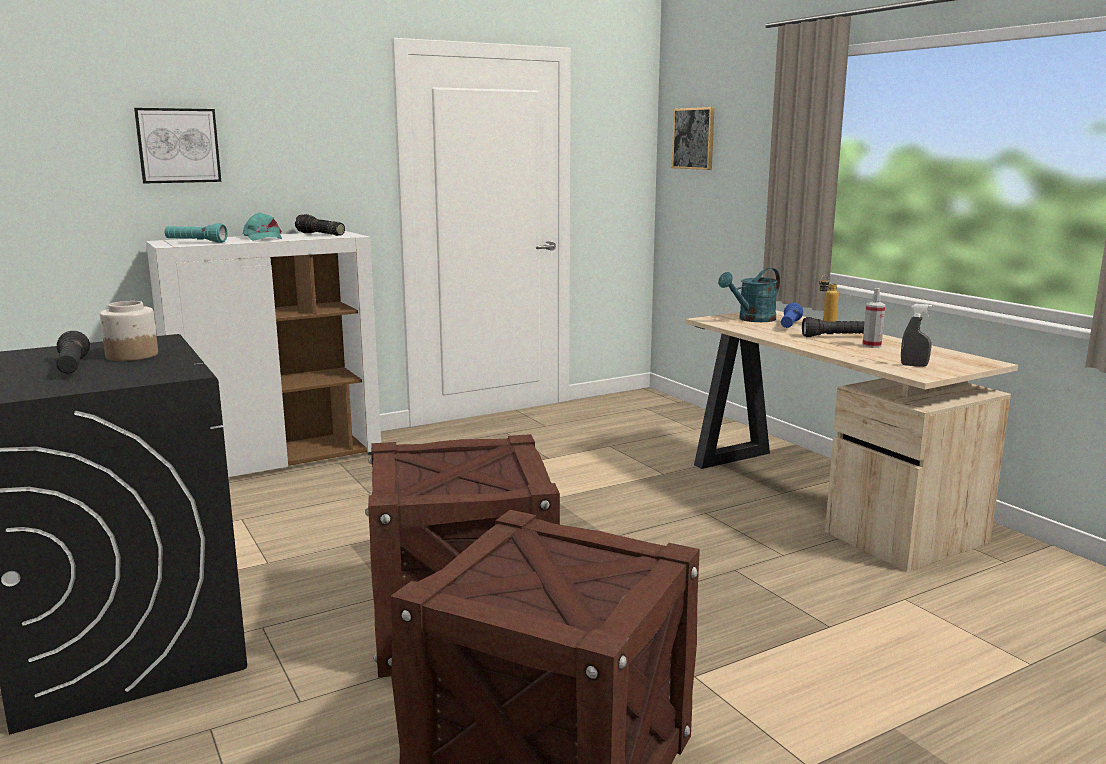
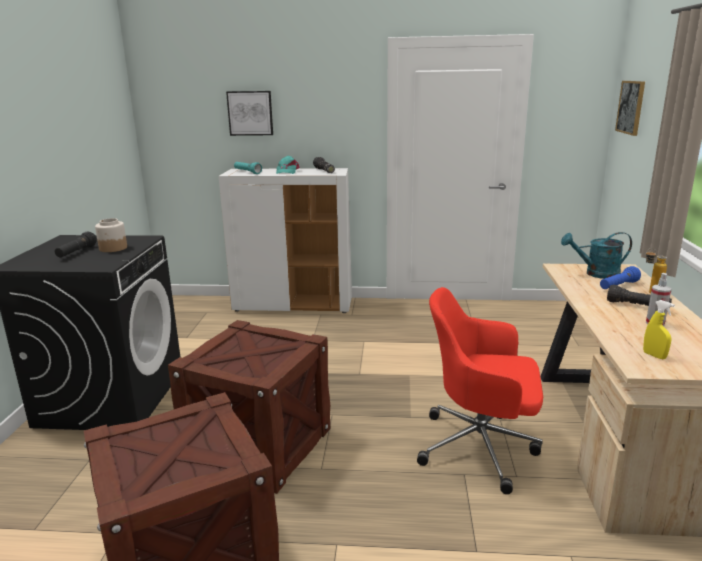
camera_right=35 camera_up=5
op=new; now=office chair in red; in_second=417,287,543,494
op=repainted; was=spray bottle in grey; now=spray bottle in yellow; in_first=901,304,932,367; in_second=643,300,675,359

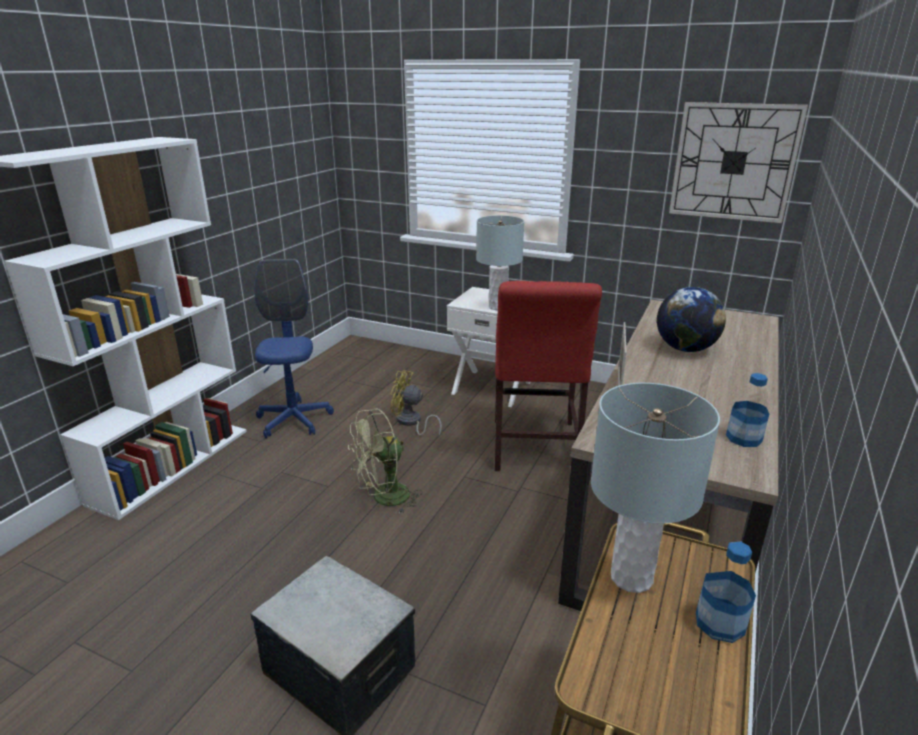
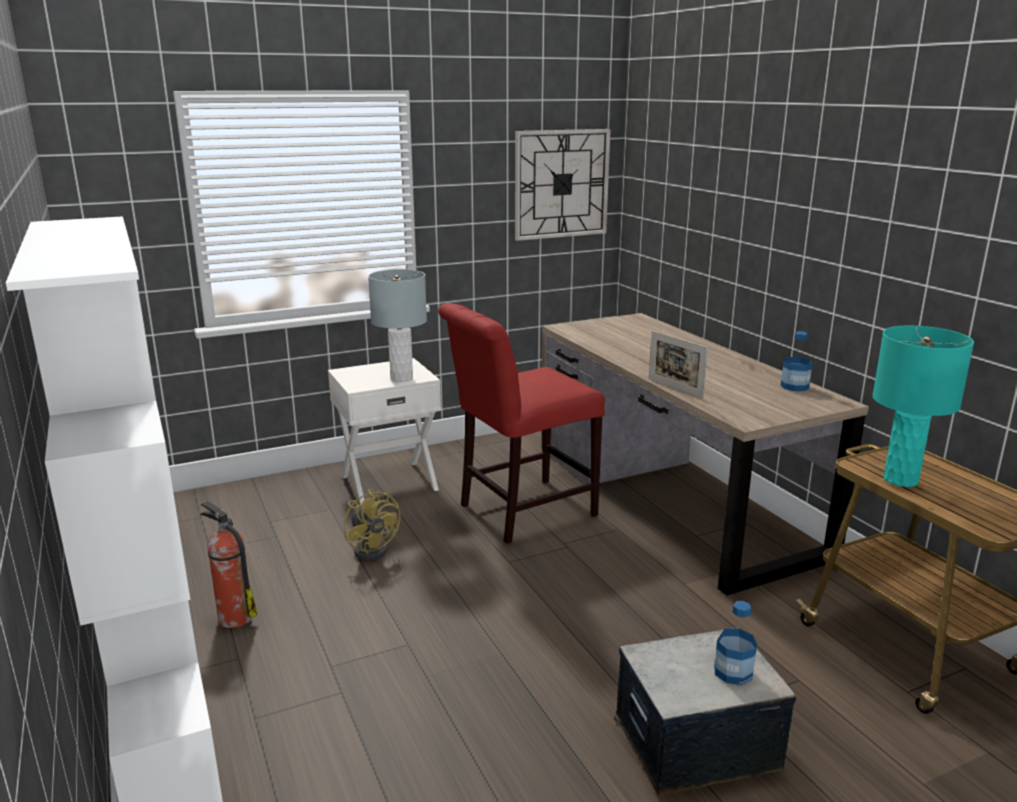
camera_right=-50 camera_up=-5
op=swapped; was=office chair in blue; now=fire extinguisher; in_first=254,259,334,438; in_second=201,501,257,628
op=rotated; was=fan in yellow; in_first=391,370,442,437; in_second=344,489,401,561; clockwise=-90
op=rotated; was=chair in red; in_first=495,281,602,471; in_second=438,303,605,544; clockwise=105
op=shifted; was=bottle; in_first=696,542,756,643; in_second=714,601,757,685
op=repainted; was=table lamp in grey; now=table lamp in turquoise; in_first=591,383,720,593; in_second=872,326,974,487
op=gone; was=fan in green; in_first=348,409,422,514
op=gone; was=globe; in_first=657,287,726,352

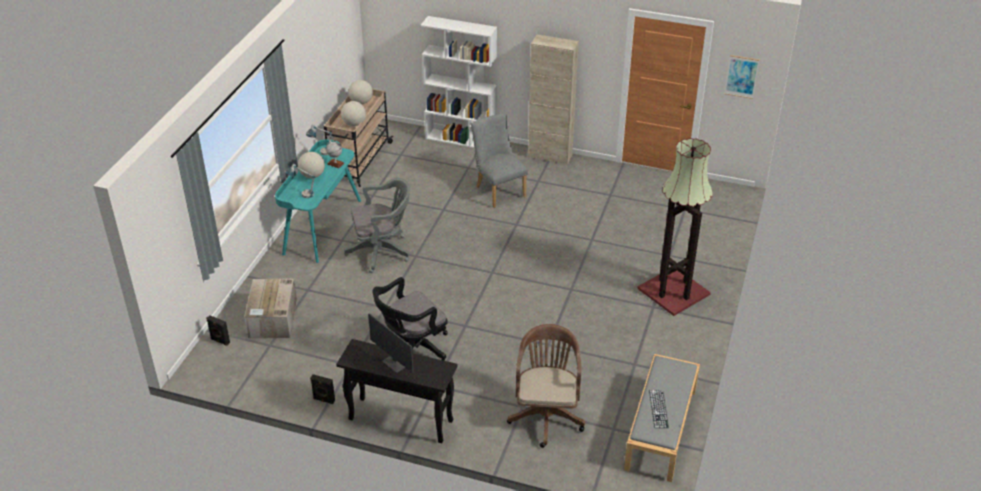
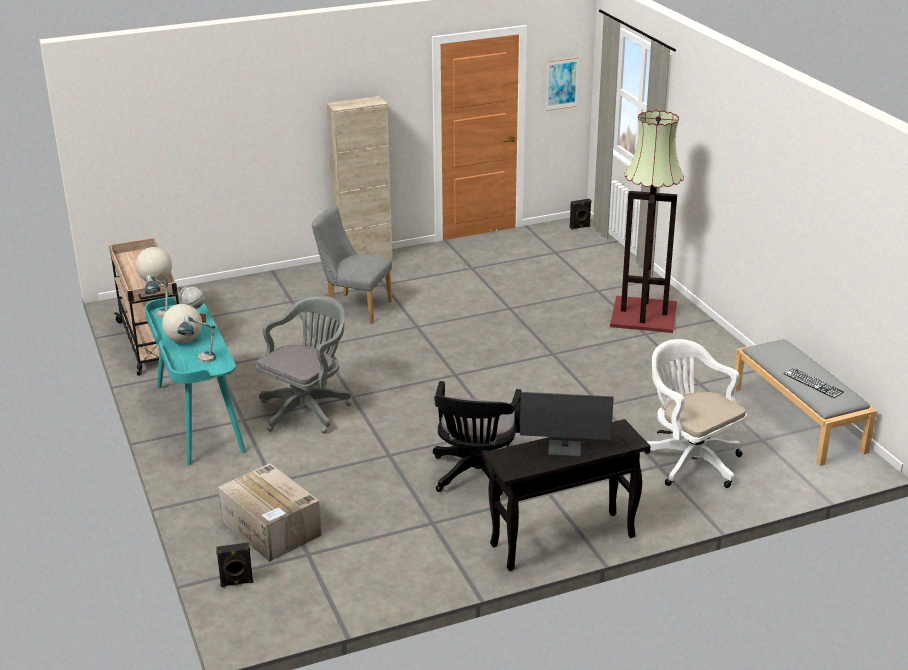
camera_right=-40 camera_up=-10
op=shifted; was=speaker in black; in_first=310,374,335,404; in_second=570,199,592,230
op=repainted; was=office chair in brown; now=office chair in white; in_first=507,324,585,448; in_second=644,339,747,488
op=gone; was=globe; in_first=348,80,373,104
op=gone; was=bookcase in white; in_first=421,16,497,148

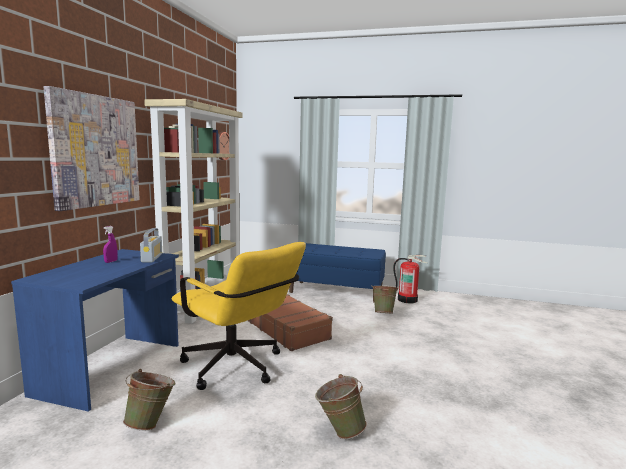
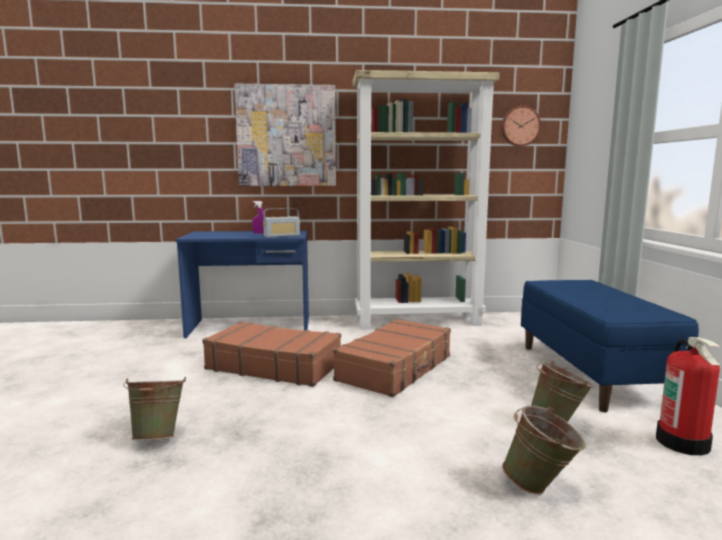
camera_right=70 camera_up=0
op=swapped; was=office chair in yellow; now=suitcase in brown; in_first=171,242,306,390; in_second=202,321,341,387
op=shifted; was=bucket in green; in_first=123,369,176,430; in_second=502,405,586,495

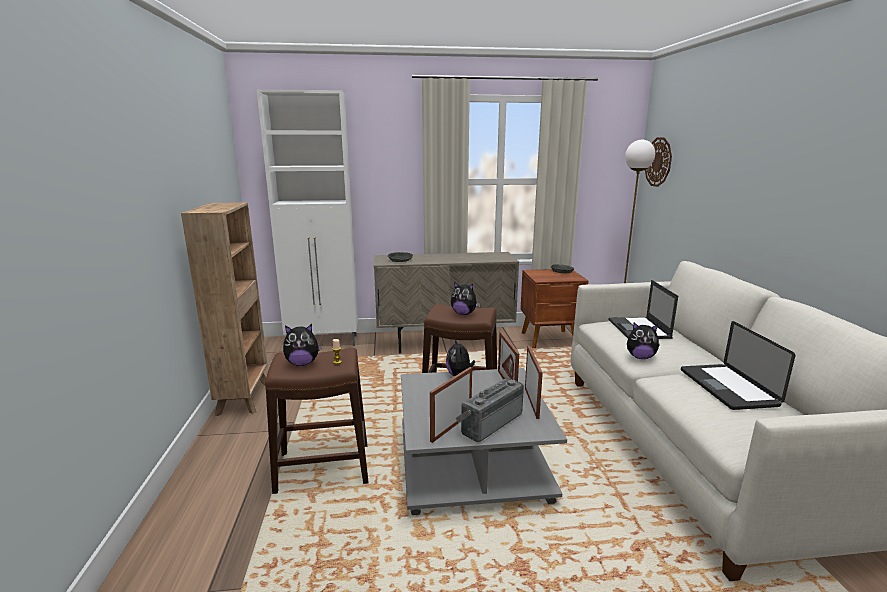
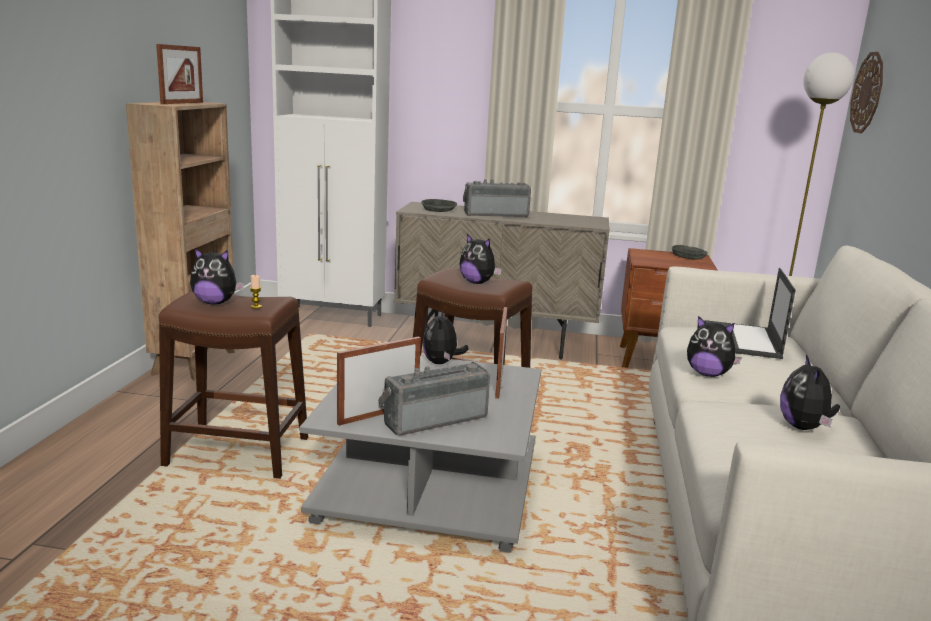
camera_right=15 camera_up=0
op=shifted; was=picture frame; in_first=525,346,543,419; in_second=156,44,203,104
op=new; now=radio; in_second=463,179,531,217
op=swapped; was=laptop; now=plush toy; in_first=681,321,795,410; in_second=780,354,840,430

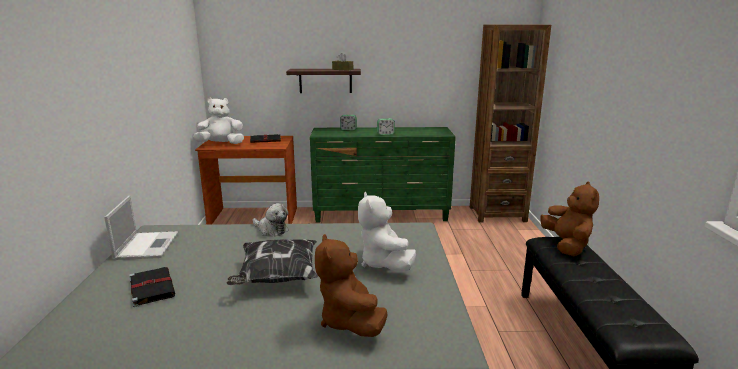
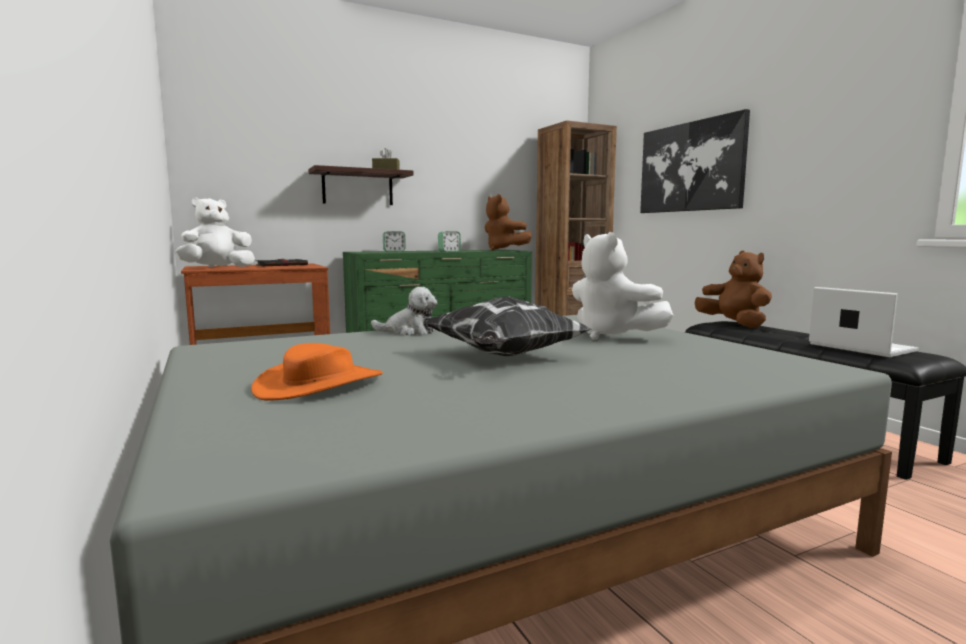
camera_right=-25 camera_up=-10
op=swapped; was=book in black; now=hat in orange; in_first=129,267,175,307; in_second=251,343,383,401
op=shifted; was=plush toy in brown; in_first=315,234,387,337; in_second=485,194,531,251
op=new; now=picture; in_second=640,109,750,213
op=shifted; was=laptop; in_first=104,196,178,260; in_second=809,287,919,357

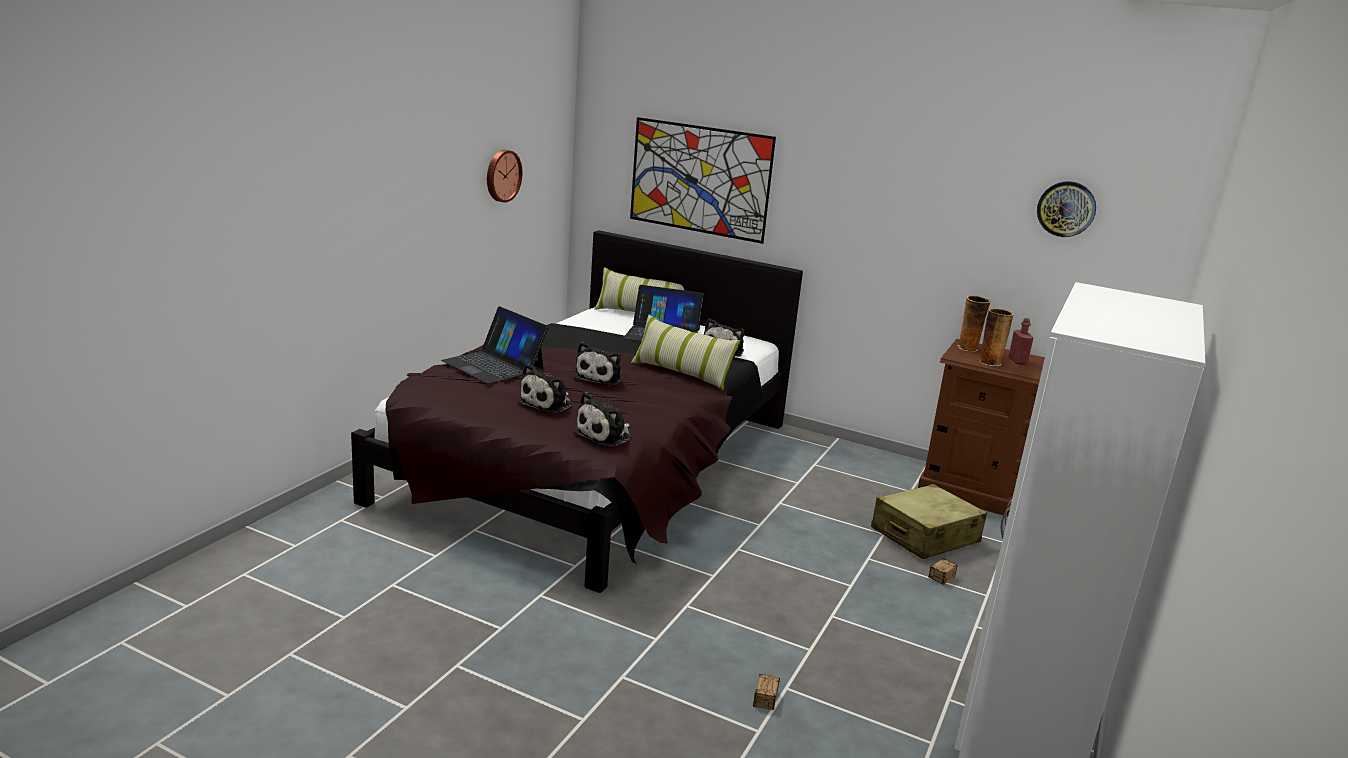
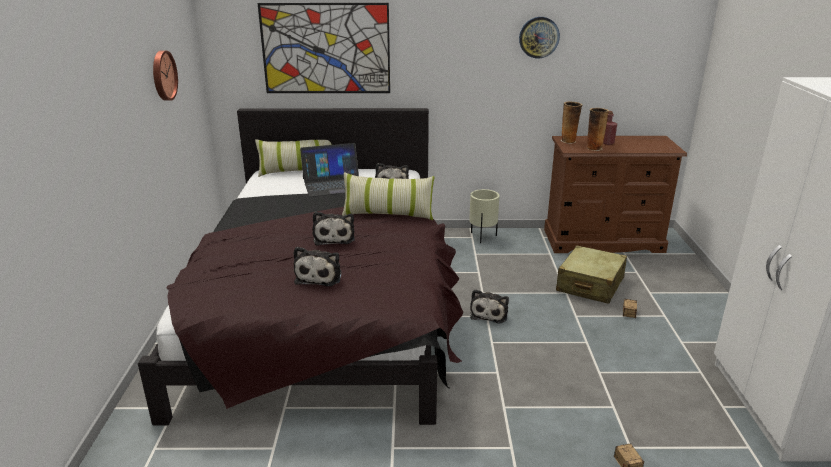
camera_right=-25 camera_up=5
op=new; now=planter in beige; in_second=469,189,500,243
op=shifted; was=plush toy; in_first=573,392,631,446; in_second=470,289,509,323
op=shifted; was=wall clock; in_first=1037,181,1096,237; in_second=519,17,560,58
op=gone; was=laptop; in_first=441,306,549,384

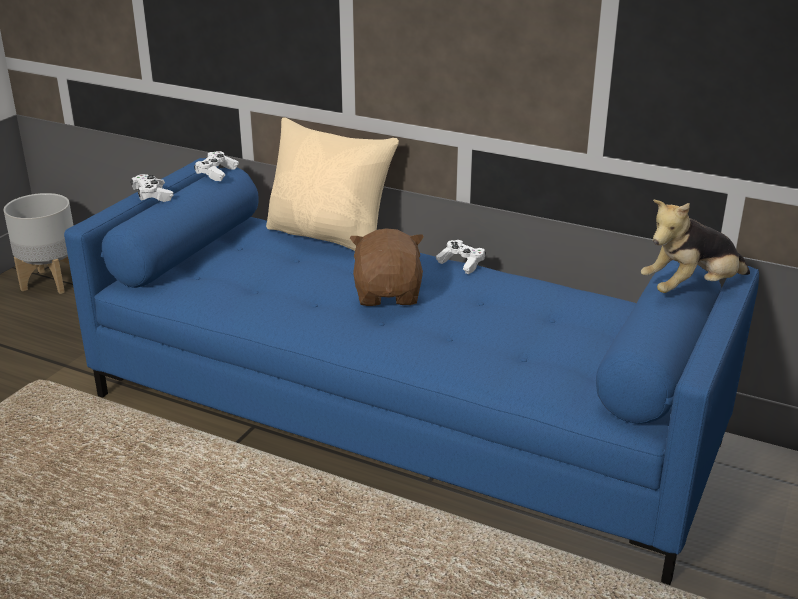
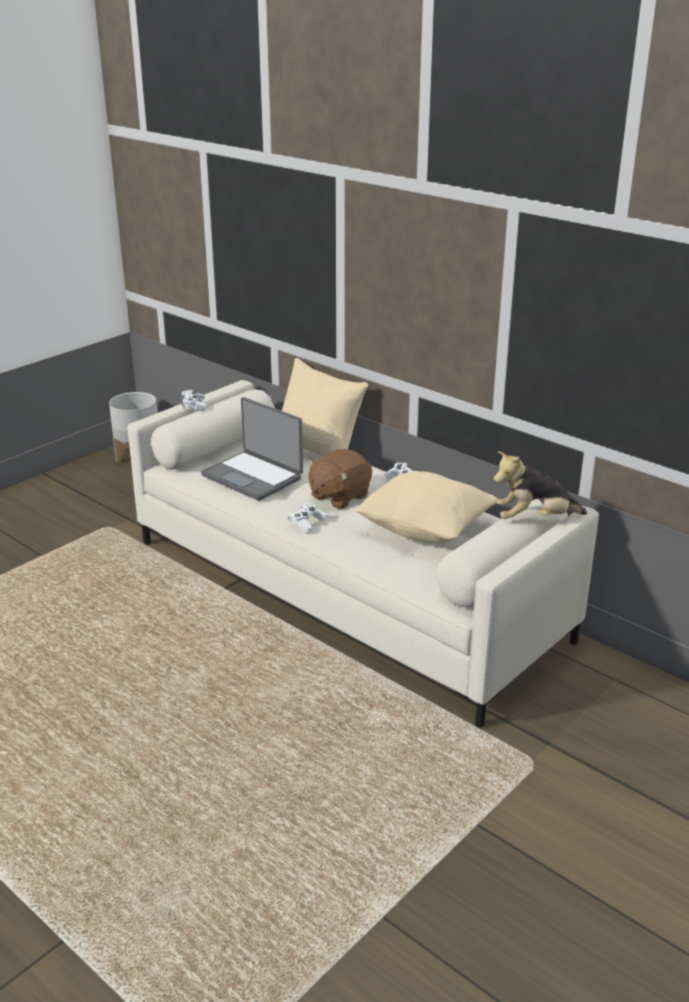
camera_right=15 camera_up=0
op=repainted; was=sofa in blue; now=sofa in beige; in_first=64,158,759,585; in_second=127,380,599,728
op=new; now=laptop; in_second=201,397,303,501
op=shifted; was=game controller in white; in_first=194,151,239,181; in_second=288,503,327,533
op=rotated; was=plush toy in brown; in_first=350,228,424,306; in_second=308,449,372,509; clockwise=-150
op=new; now=pillow in beige; in_second=354,471,499,543

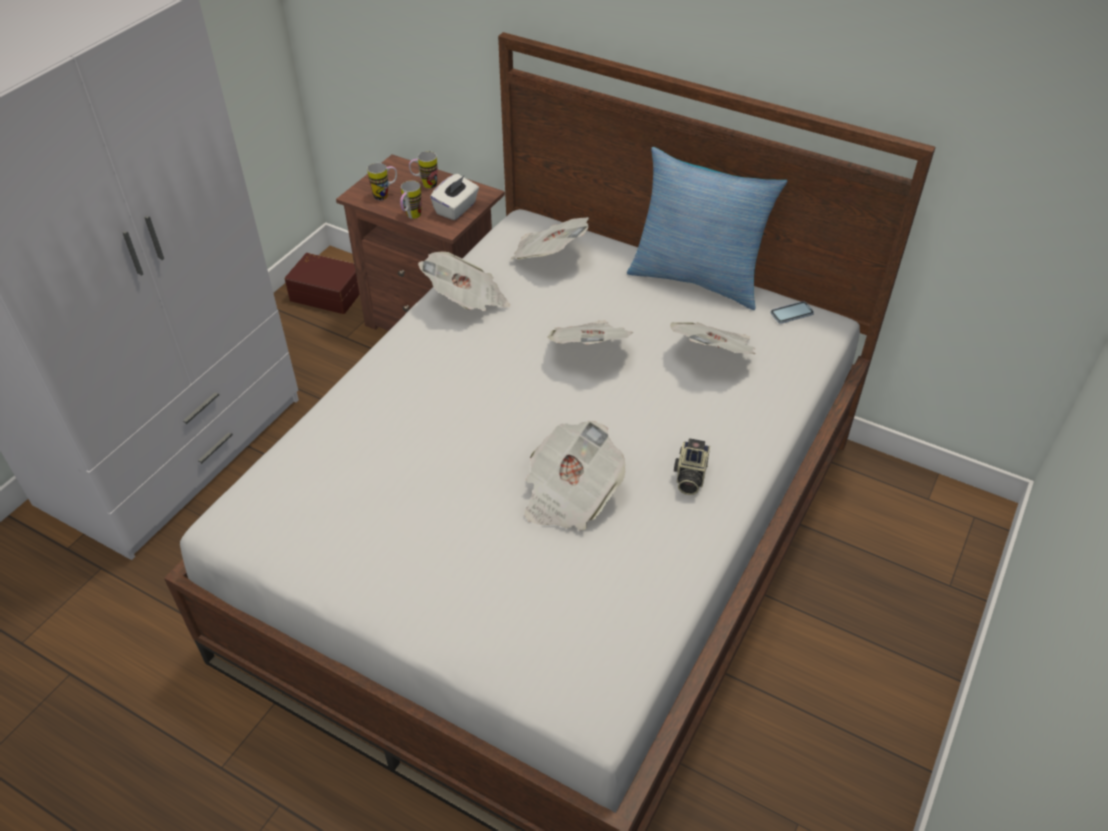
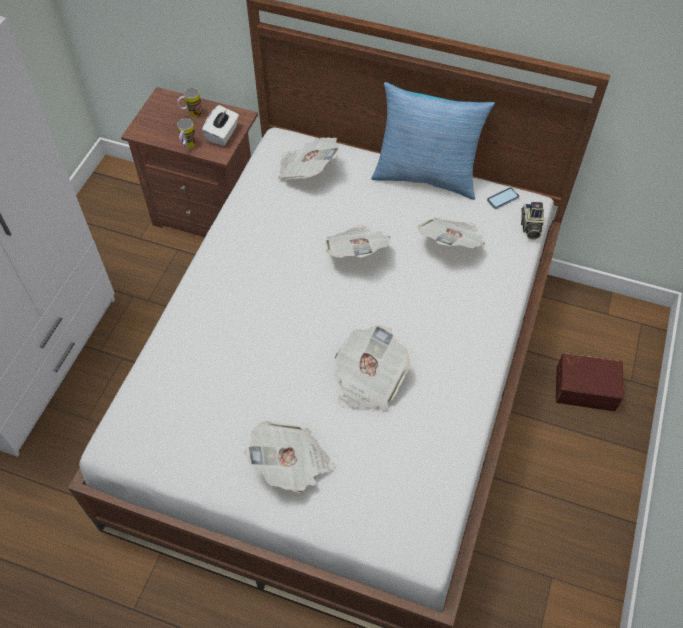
camera_right=-10 camera_up=10
op=shifted; was=newspaper; in_first=418,252,511,311; in_second=245,421,334,493
op=shifted; was=photo camera; in_first=674,438,710,495; in_second=521,202,544,240
op=shifted; was=storage box in brown; in_first=285,253,360,314; in_second=556,353,624,411
op=gone; was=mug; in_first=367,163,397,200

